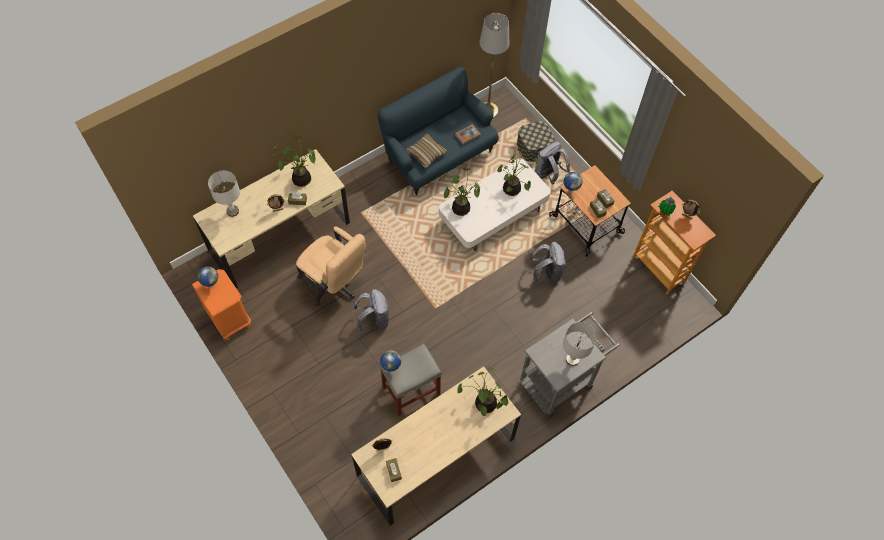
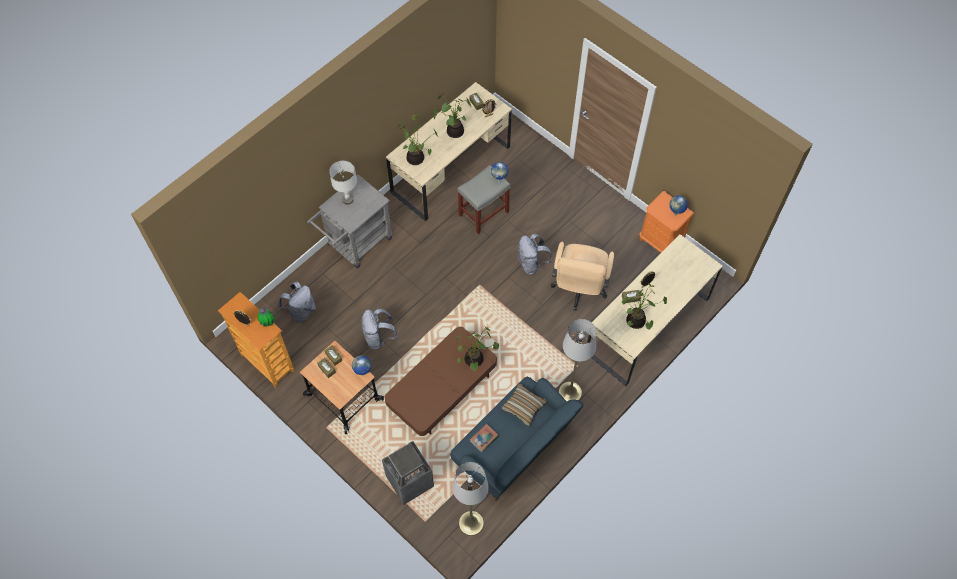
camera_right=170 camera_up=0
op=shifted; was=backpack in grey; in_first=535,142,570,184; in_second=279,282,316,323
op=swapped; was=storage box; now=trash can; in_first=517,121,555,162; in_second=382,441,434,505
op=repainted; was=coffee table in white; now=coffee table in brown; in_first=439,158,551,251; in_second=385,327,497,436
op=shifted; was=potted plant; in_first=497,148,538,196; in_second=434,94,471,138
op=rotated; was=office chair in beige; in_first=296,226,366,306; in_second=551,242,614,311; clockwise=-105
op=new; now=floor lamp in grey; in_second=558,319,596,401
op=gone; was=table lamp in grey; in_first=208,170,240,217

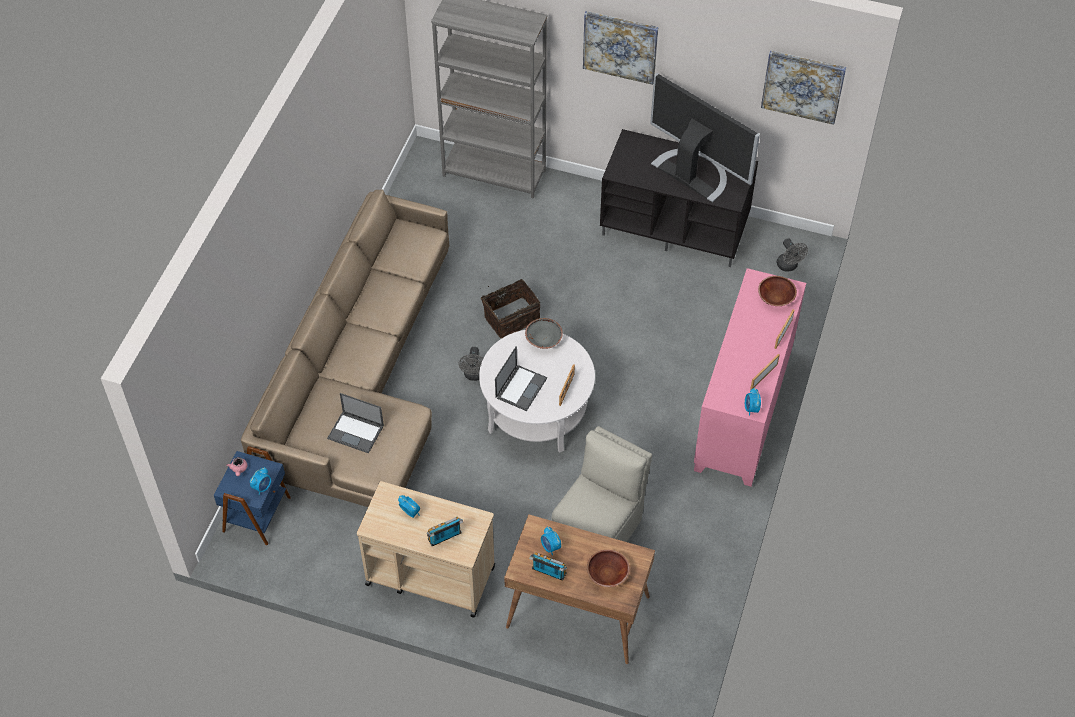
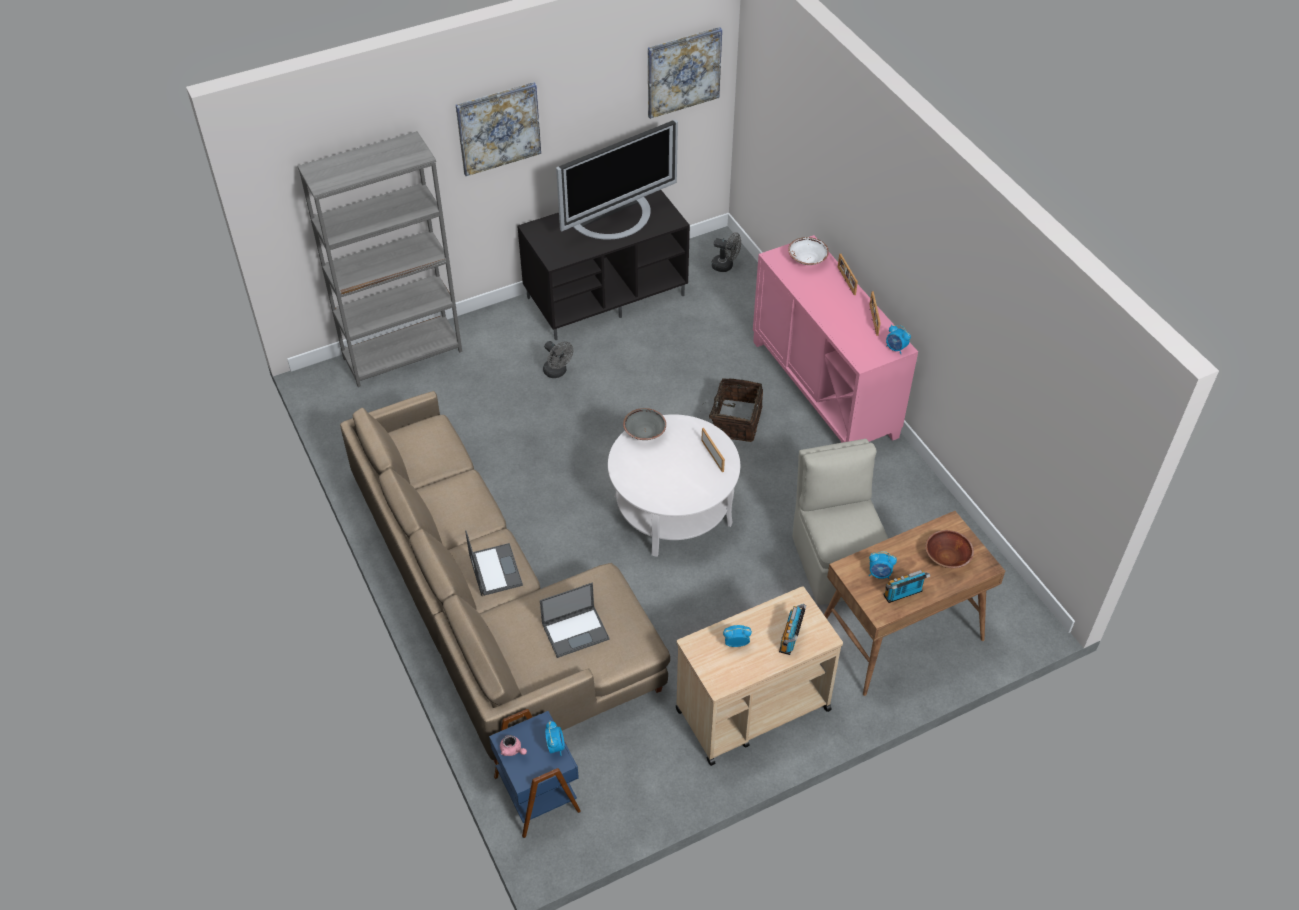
camera_right=-45 camera_up=-5
op=shifted; was=laptop; in_first=495,346,547,411; in_second=465,530,523,596
op=shifted; was=fan in grey; in_first=459,347,483,381; in_second=543,341,573,378
op=rotated; was=television; in_first=650,73,760,202; in_second=556,120,678,239; clockwise=150
op=shifted; was=basket; in_first=481,279,540,338; in_second=700,378,763,442
op=repainted; was=bowl in brown; now=bowl in white; in_first=758,276,797,306; in_second=788,237,829,265

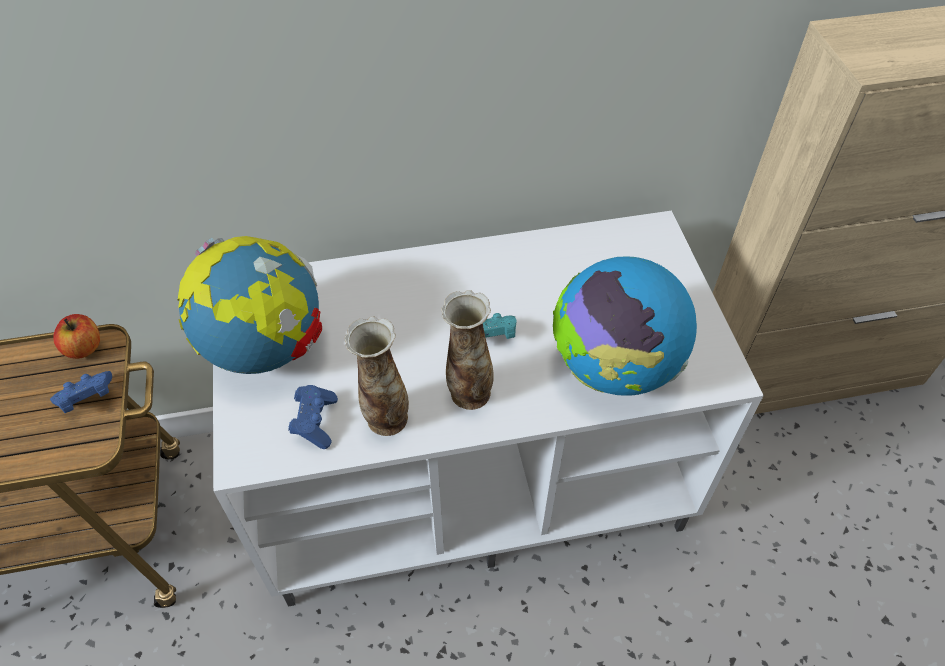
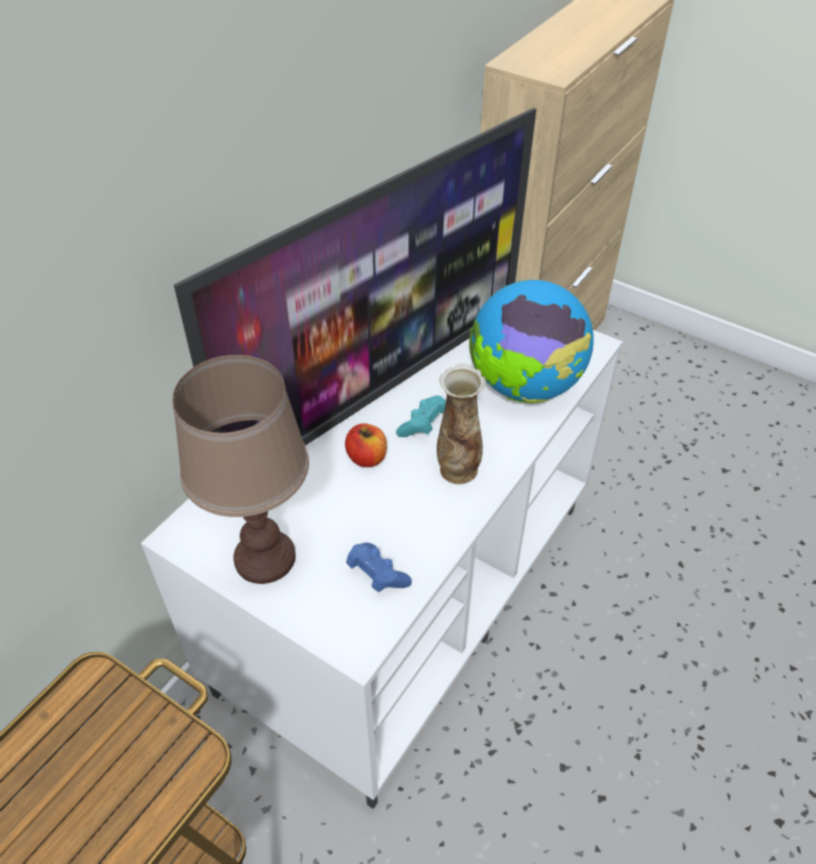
camera_right=-45 camera_up=-5
op=swapped; was=globe; now=table lamp in brown; in_first=177,236,322,374; in_second=172,355,309,584
op=new; now=television; in_second=174,108,536,446
op=shifted; was=apple; in_first=53,314,100,359; in_second=345,423,387,467
op=gone; was=game controller in blue; in_first=50,371,112,413
op=gone; was=vase; in_first=344,316,409,436

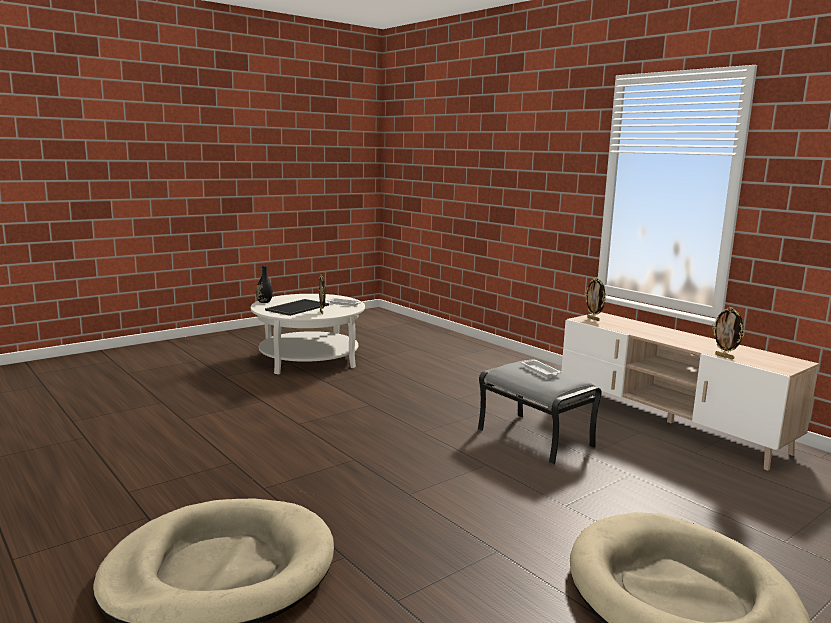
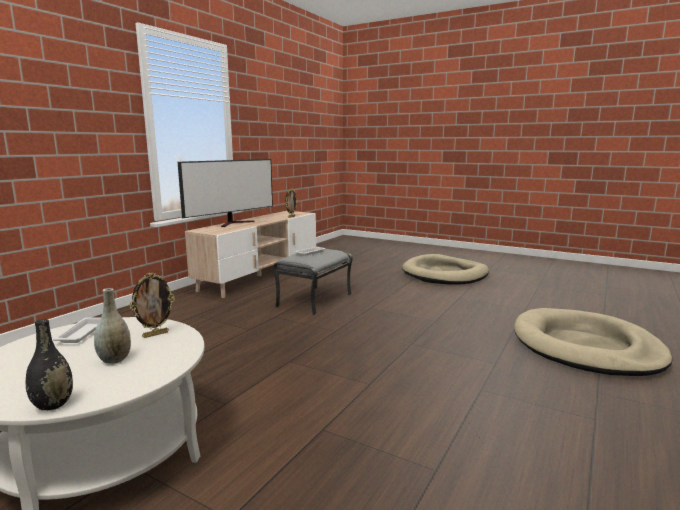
camera_right=-110 camera_up=0
op=swapped; was=tray; now=vase in grey; in_first=265,299,329,316; in_second=94,288,131,364
op=new; now=television; in_second=178,159,273,227
op=gone; was=picture frame; in_first=585,277,606,321

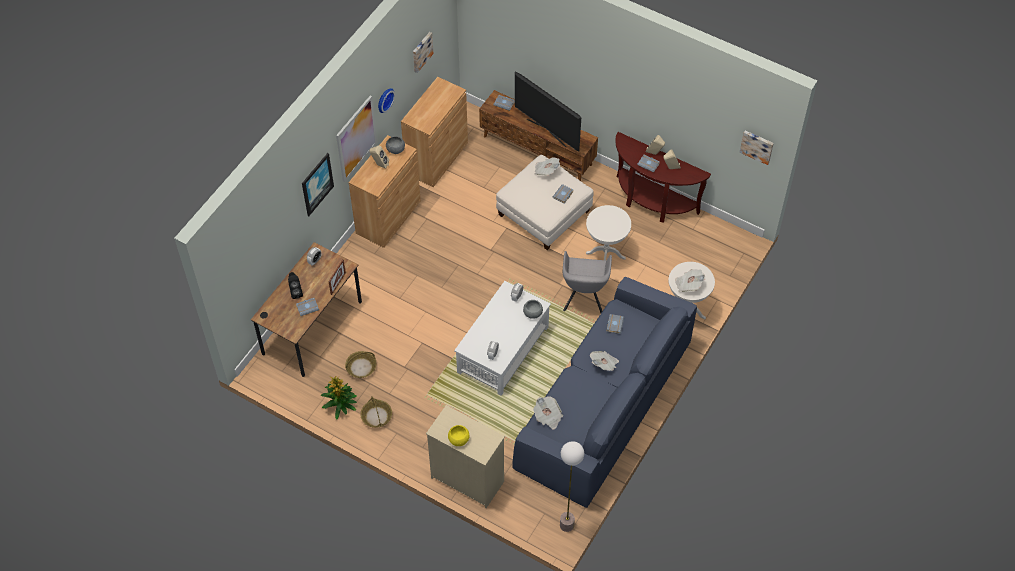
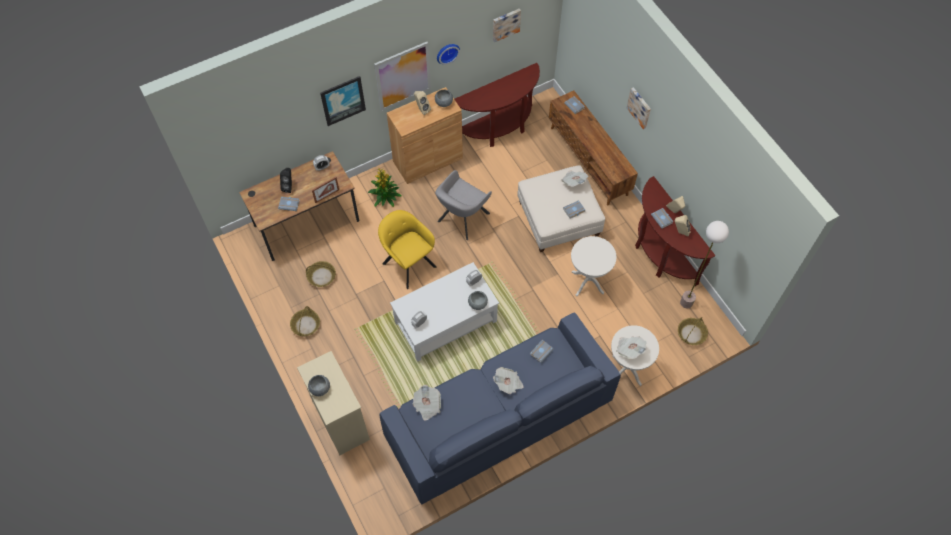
camera_right=30 camera_up=5
op=repainted; was=bowl in yellow; now=bowl in grey; in_first=448,425,469,446; in_second=308,375,330,396
op=shifted; was=potted plant; in_first=321,375,357,420; in_second=368,168,401,207
op=new; now=armchair in yellow; in_second=378,210,437,289
op=shifted; was=armchair in grey; in_first=563,251,612,313; in_second=435,170,492,240
op=swapped; was=cabinet in brown; now=console table in brown; in_first=401,77,468,187; in_second=454,63,540,147
op=shifted; was=picture; in_first=740,131,774,165; in_second=627,87,651,129
op=new; now=basket; in_second=678,317,708,345
op=shifted; was=floor lamp; in_first=560,441,584,532; in_second=680,221,729,308
op=gone; was=television; in_first=515,72,581,151

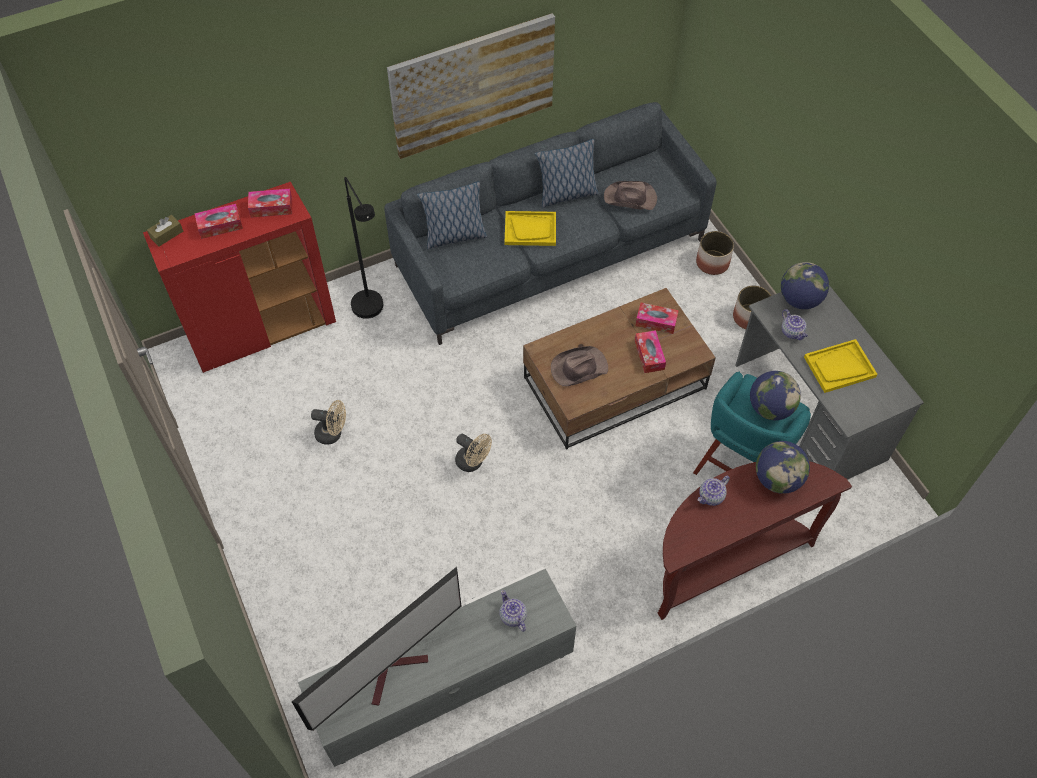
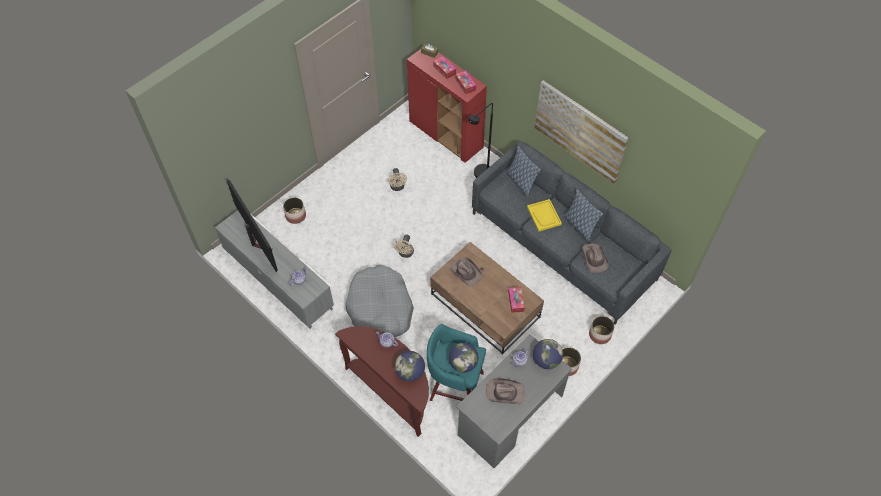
camera_right=70 camera_up=0
op=rotated; was=television; in_first=292,567,462,731; in_second=226,179,278,273; clockwise=-150
op=new; now=planter; in_second=283,197,306,224
op=new; now=dog bed in grey; in_second=346,265,414,338
op=swapped; was=tray in yellow; now=hat in brown; in_first=804,339,877,393; in_second=486,378,525,405
op=gone; was=tissue box; in_first=635,330,666,373

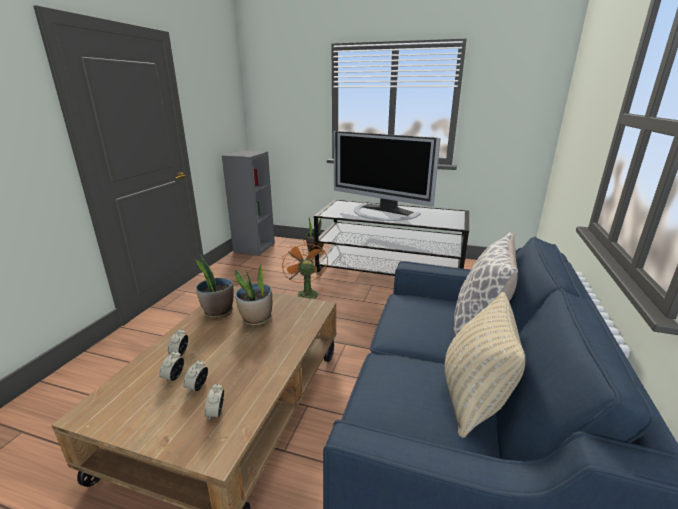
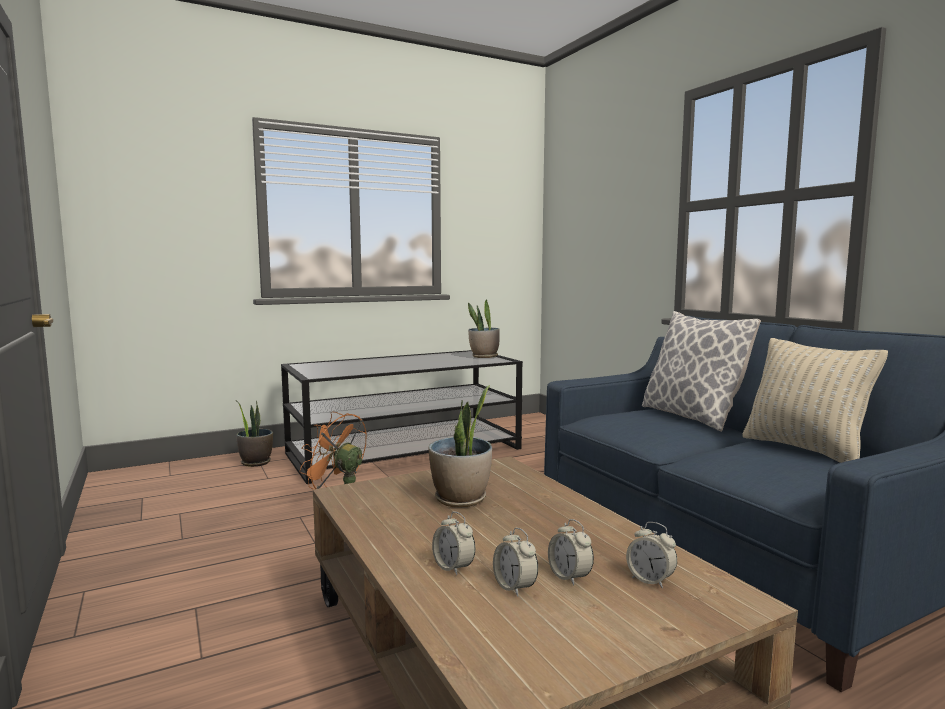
camera_right=-45 camera_up=-15
op=shifted; was=potted plant; in_first=195,253,234,319; in_second=468,299,500,358
op=gone; was=bookcase in grey; in_first=222,150,275,256
op=gone; was=television; in_first=334,131,441,221

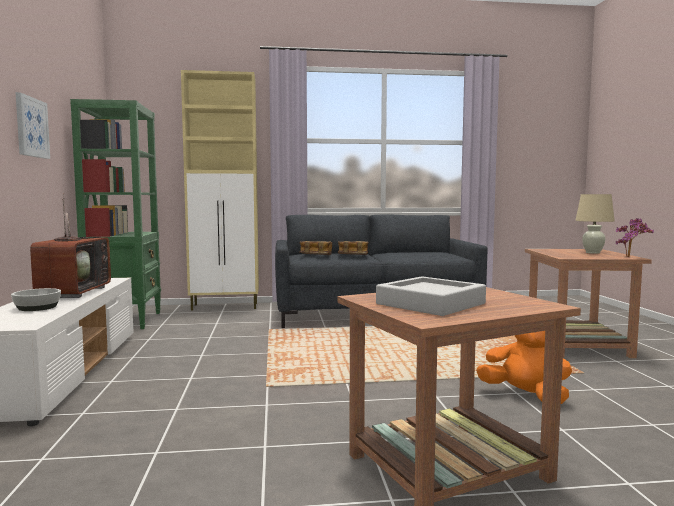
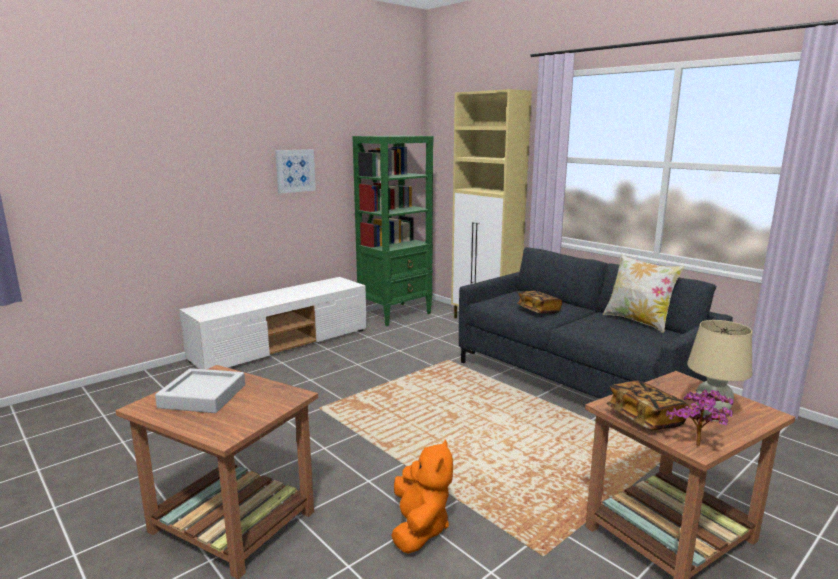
camera_right=55 camera_up=10
op=new; now=pillow; in_second=603,254,684,333
op=shifted; was=book; in_first=299,241,332,255; in_second=607,381,689,430
op=gone; was=bowl; in_first=11,288,61,311
op=gone; was=television; in_first=30,193,111,298

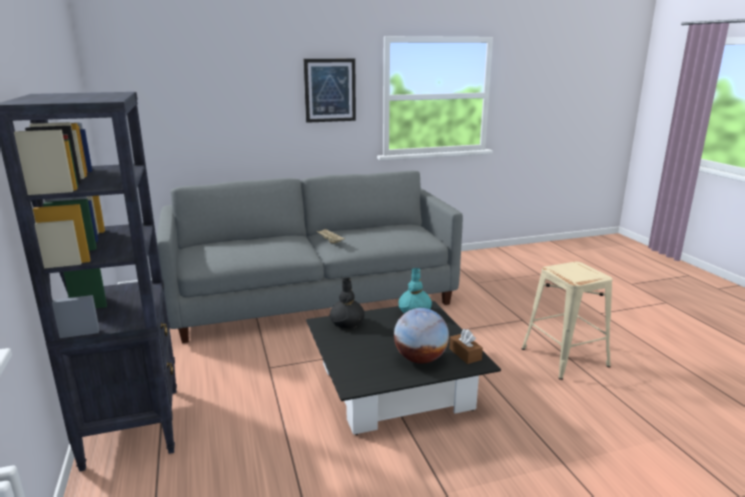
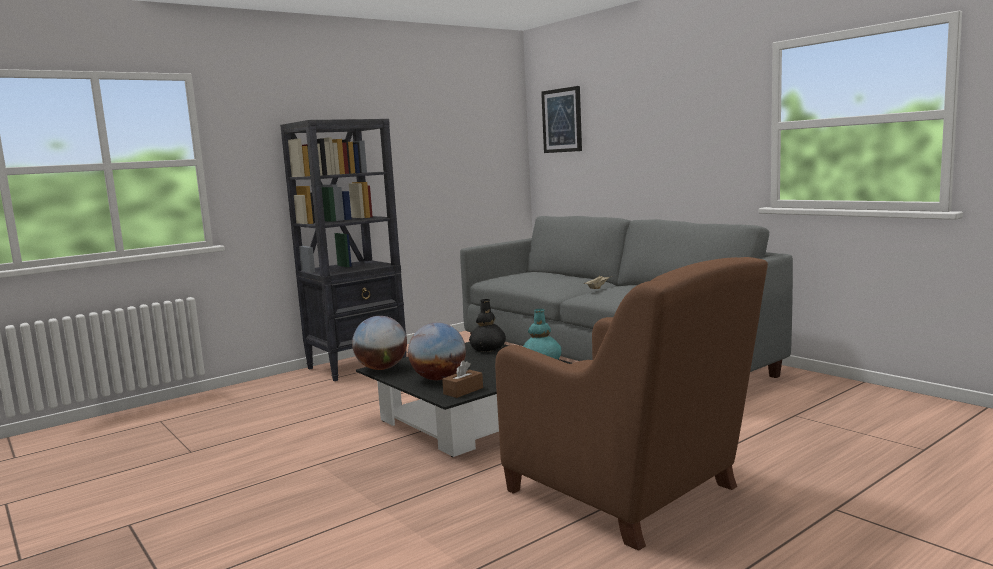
camera_right=70 camera_up=-10
op=new; now=globe; in_second=352,316,407,370
op=swapped; was=stool in beige; now=armchair in brown; in_first=522,262,613,380; in_second=495,257,768,551
op=shifted; was=picture; in_first=304,59,356,123; in_second=541,86,582,153

